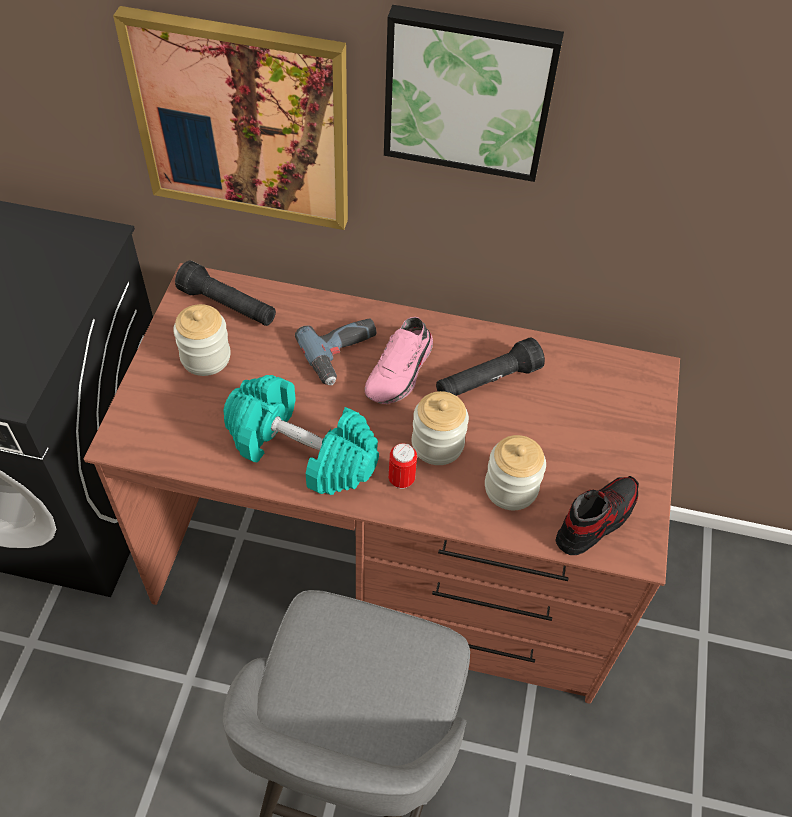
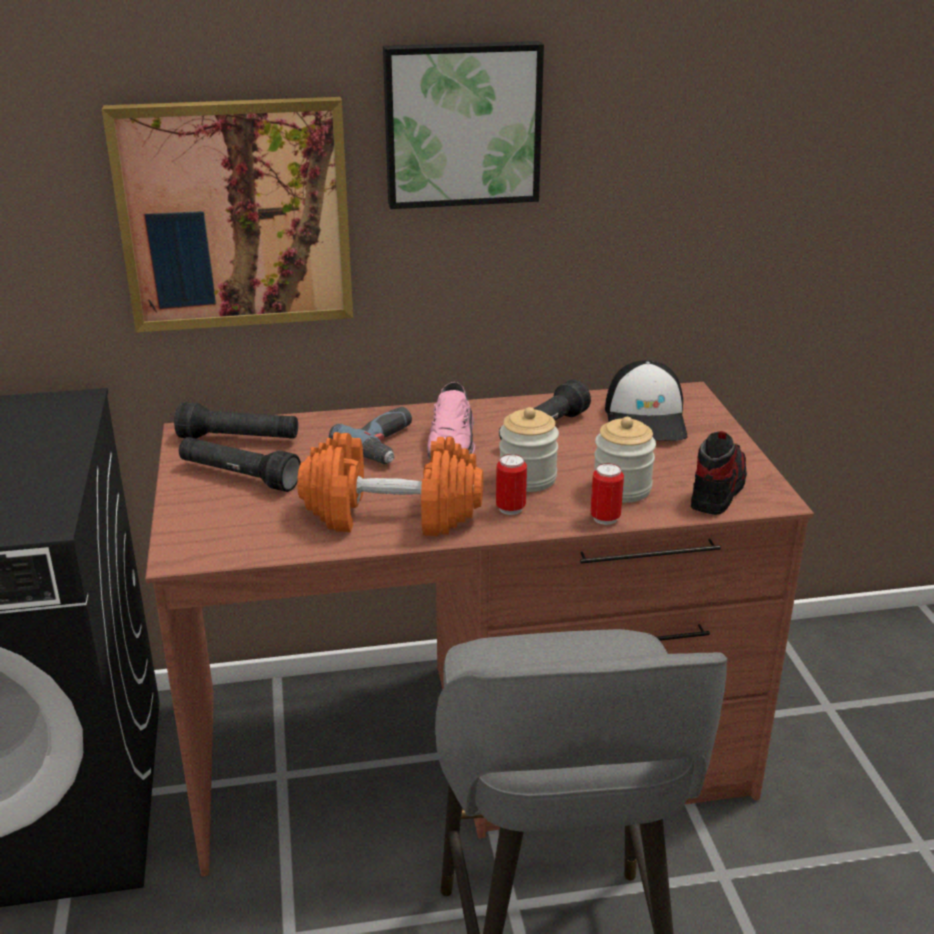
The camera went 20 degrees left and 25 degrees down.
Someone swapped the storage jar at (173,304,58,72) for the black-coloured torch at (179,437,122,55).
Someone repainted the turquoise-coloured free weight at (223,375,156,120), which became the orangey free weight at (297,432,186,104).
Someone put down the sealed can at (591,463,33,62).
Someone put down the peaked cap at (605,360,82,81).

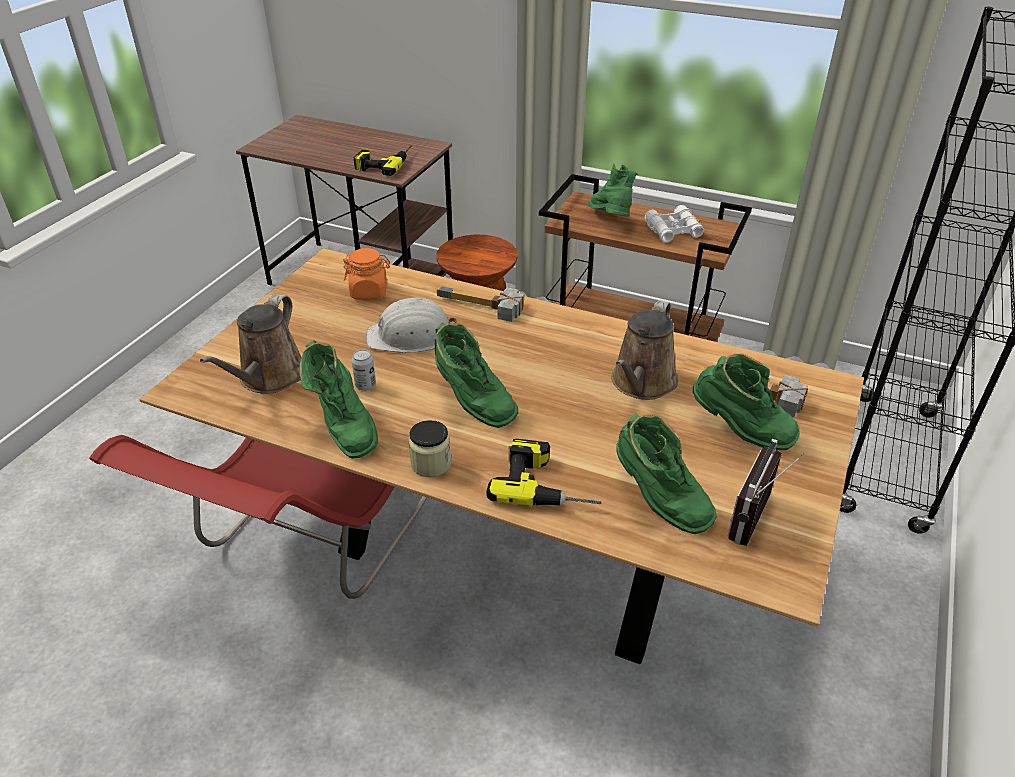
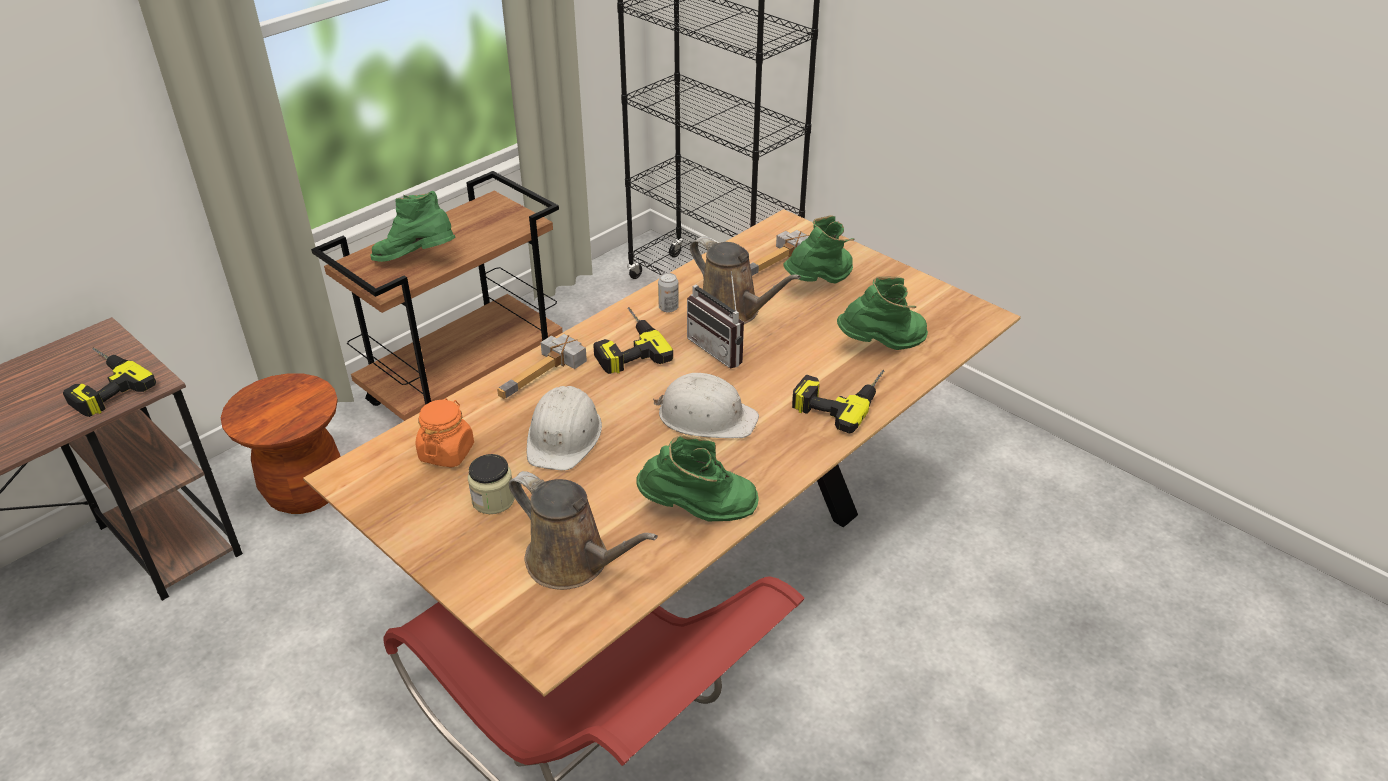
The camera went 70 degrees left and 0 degrees up.
Someone carried the storage jar from (408,420,43,57) to (468,454,47,60).
Someone put down the drill at (593,307,80,67).
Someone swapped the green tall boot at (435,322,83,106) for the white-coloured safety helmet at (653,373,106,65).
Someone carried the sealed can from (351,350,25,41) to (658,273,21,40).
Someone carried the radio set from (728,439,77,107) to (687,271,57,97).
Someone took away the white-coloured binoculars at (644,205,60,38).

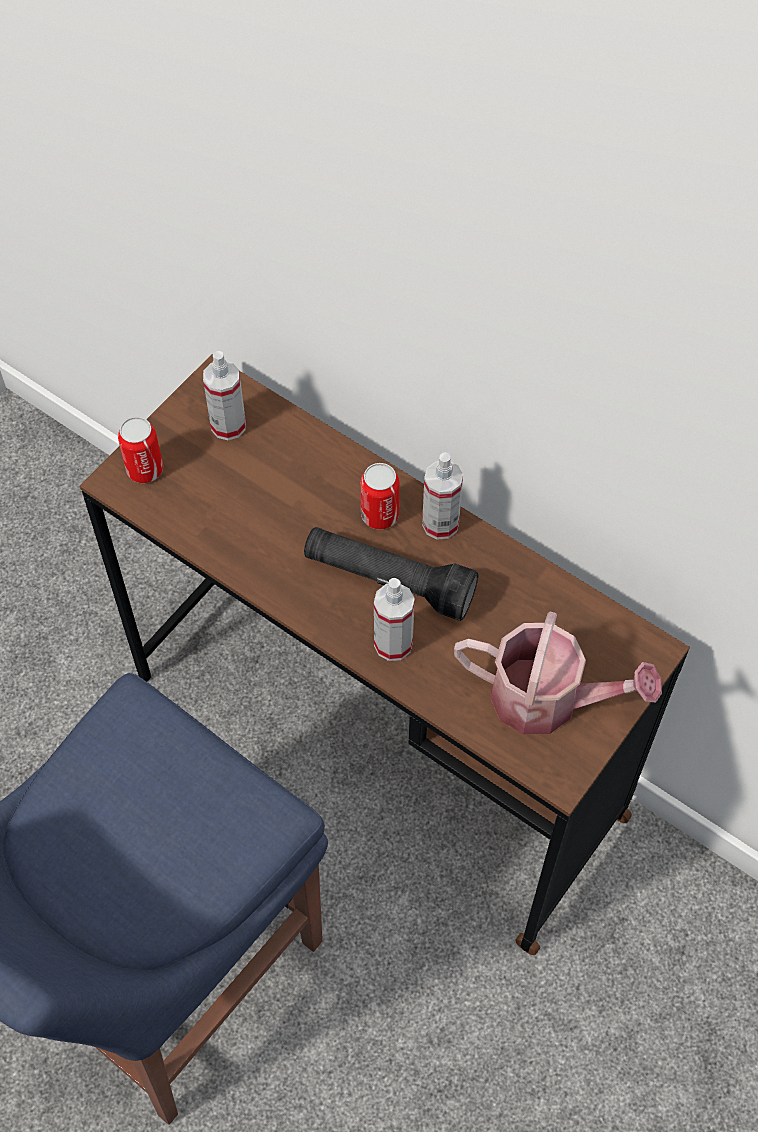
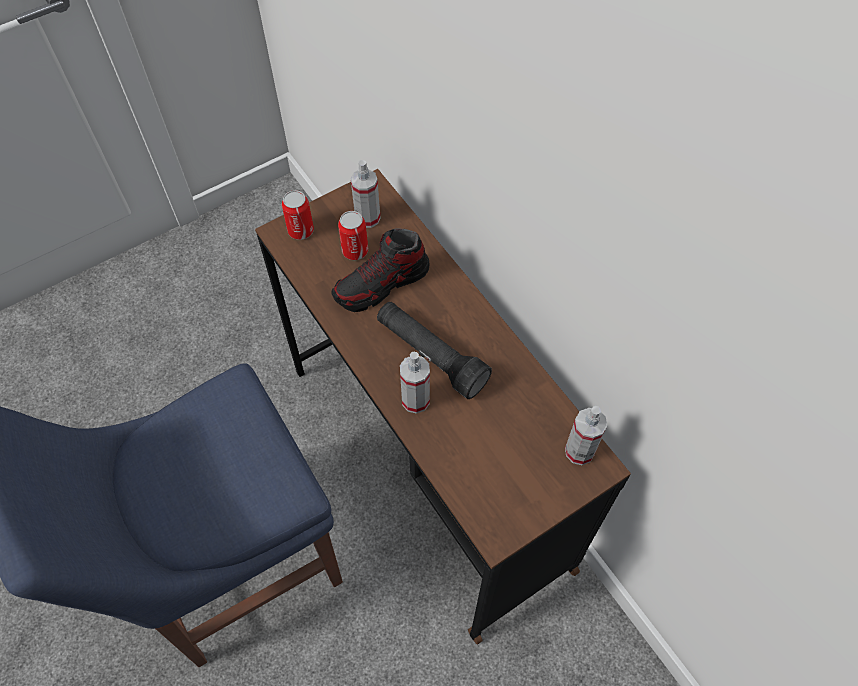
The camera went 20 degrees right and 0 degrees up.
Someone put down the shoe at (331,228,99,84).
Someone carried the sealed can from (361,463,38,67) to (338,211,30,49).
Someone carried the hand sprayer from (422,452,41,88) to (565,406,42,59).
Someone took away the watering pot at (454,612,208,122).

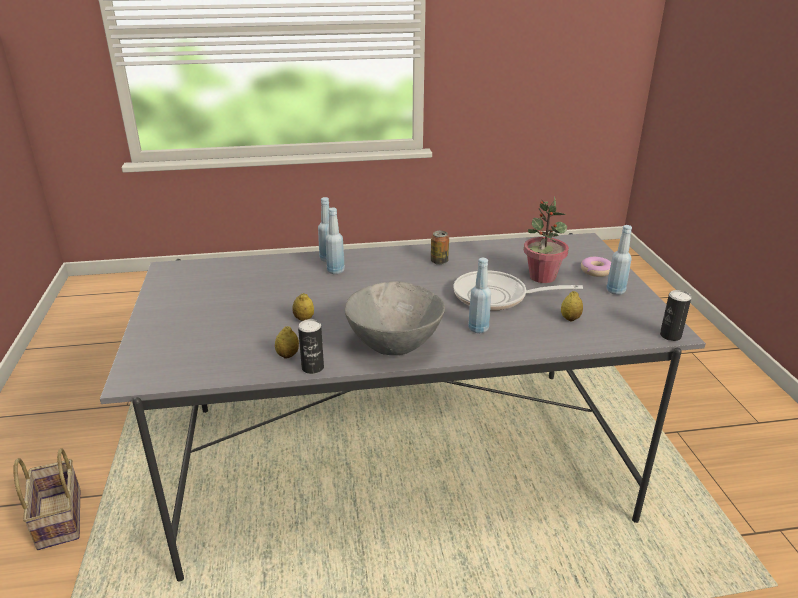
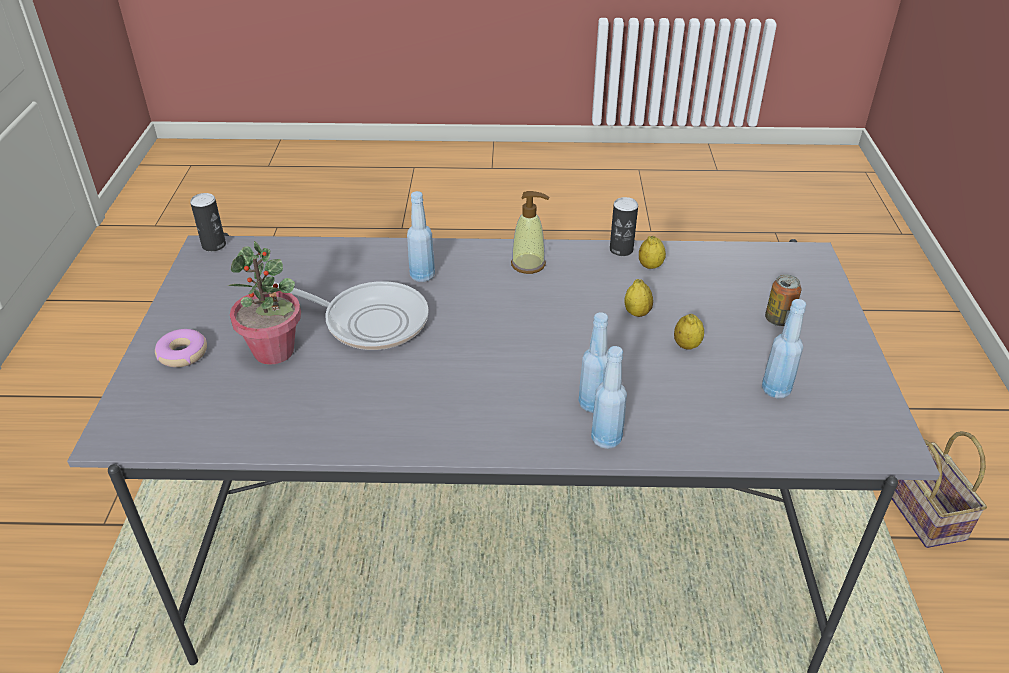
The camera went 170 degrees left and 10 degrees up.
Someone swapped the gray deep dish at (345,281,100,74) for the liquid soap bottle at (511,191,38,83).
Someone carried the lemon from (561,291,22,30) to (674,314,30,36).
Someone carried the bluish drink bottle from (606,225,26,70) to (762,299,44,99).
Someone carried the sealed can from (431,231,18,34) to (765,274,37,52).

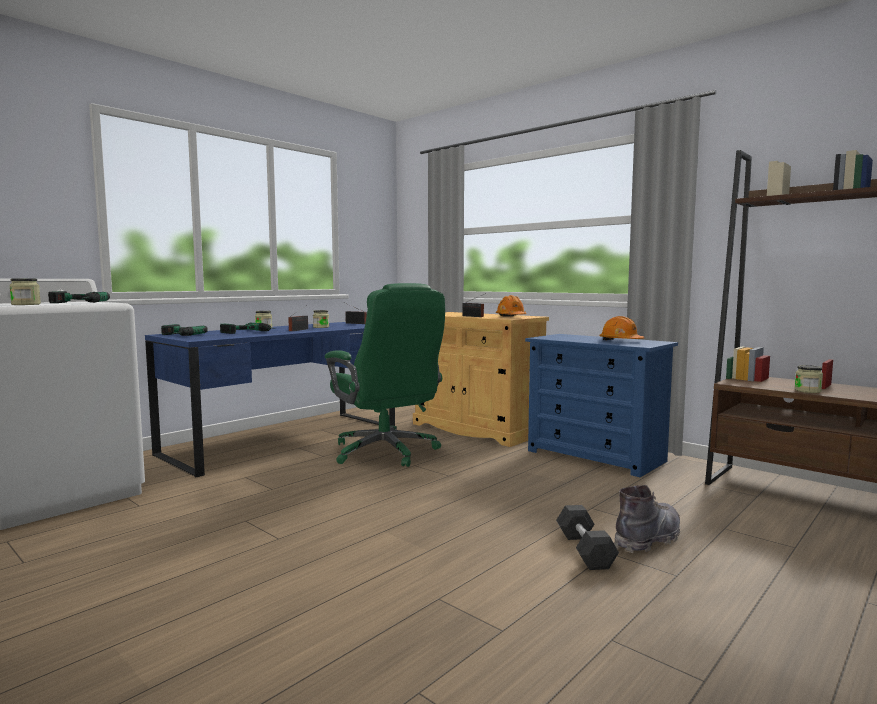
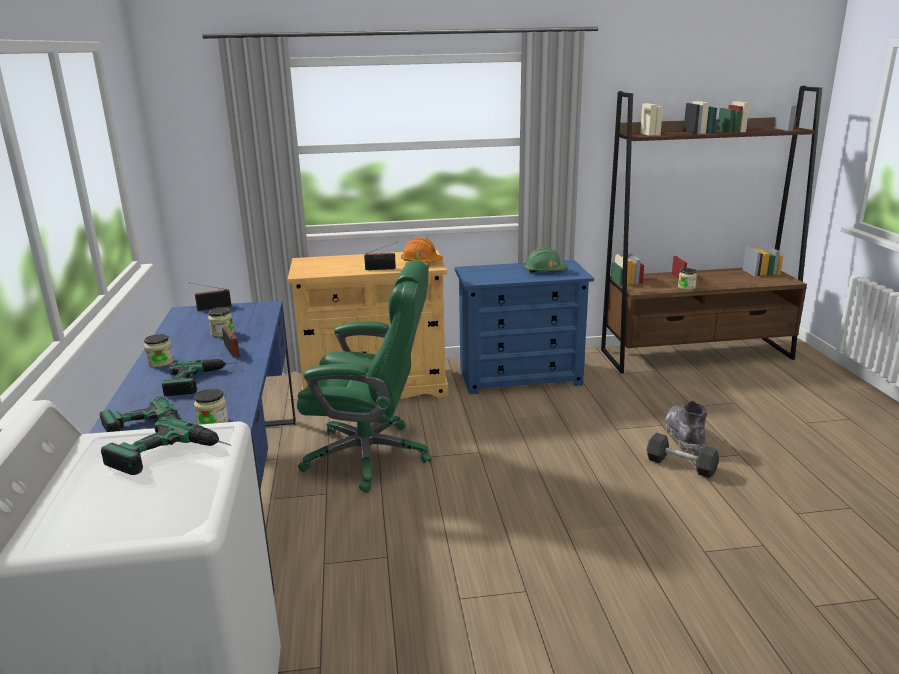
The camera went 50 degrees left and 15 degrees up.
Someone carried the storage jar from (9,279,32,26) to (194,389,35,36).
Someone repainted the orangey safety helmet at (600,316,44,24), which became the green safety helmet at (525,248,42,24).

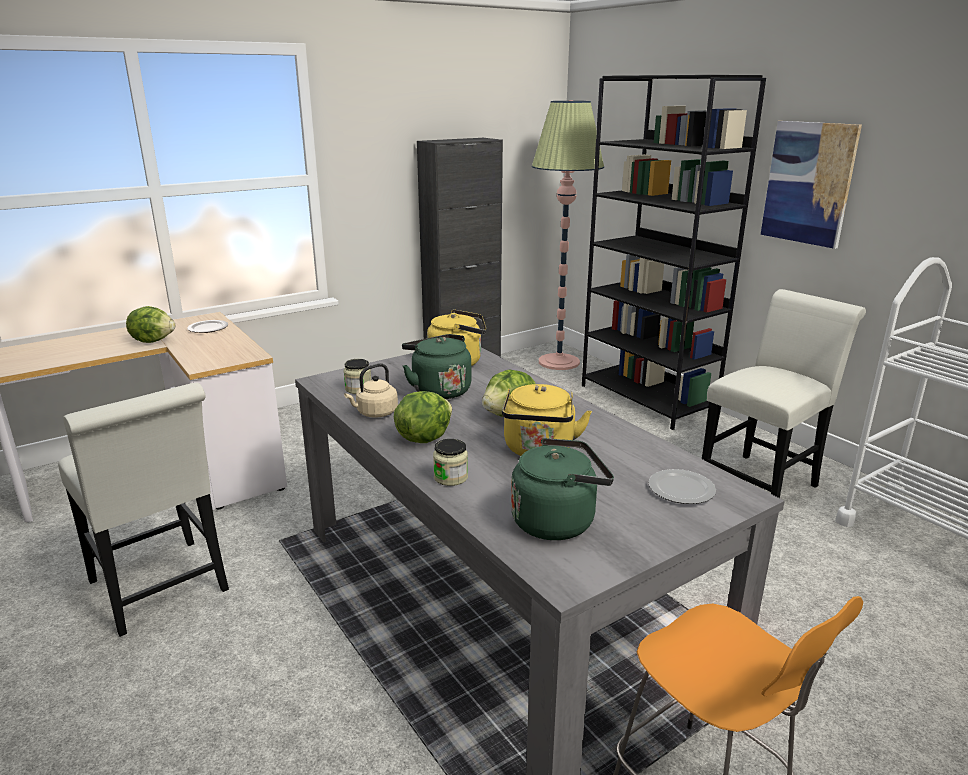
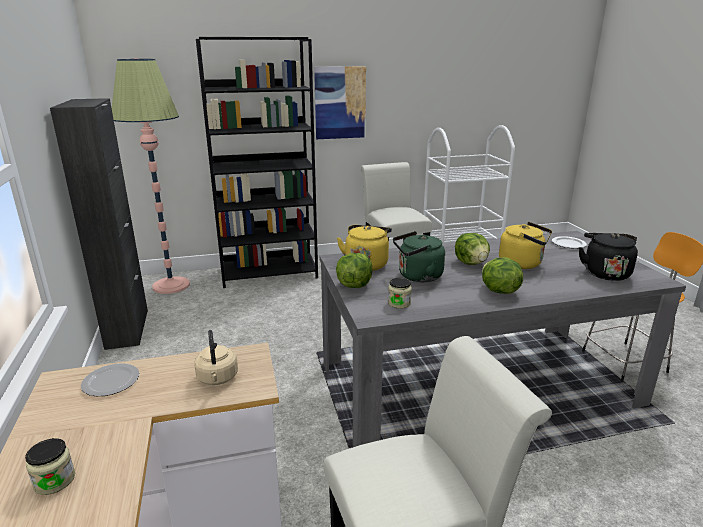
The camera went 70 degrees left and 0 degrees up.
Someone carried the storage jar from (433,439,35,47) to (25,438,50,57).
Someone carried the beige tea kettle from (344,363,54,55) to (194,330,44,55).
Someone carried the lettuce head from (126,306,49,37) to (336,253,37,35).
Someone repainted the green tea kettle at (511,438,103,102), which became the black-coloured tea kettle at (579,233,59,48).

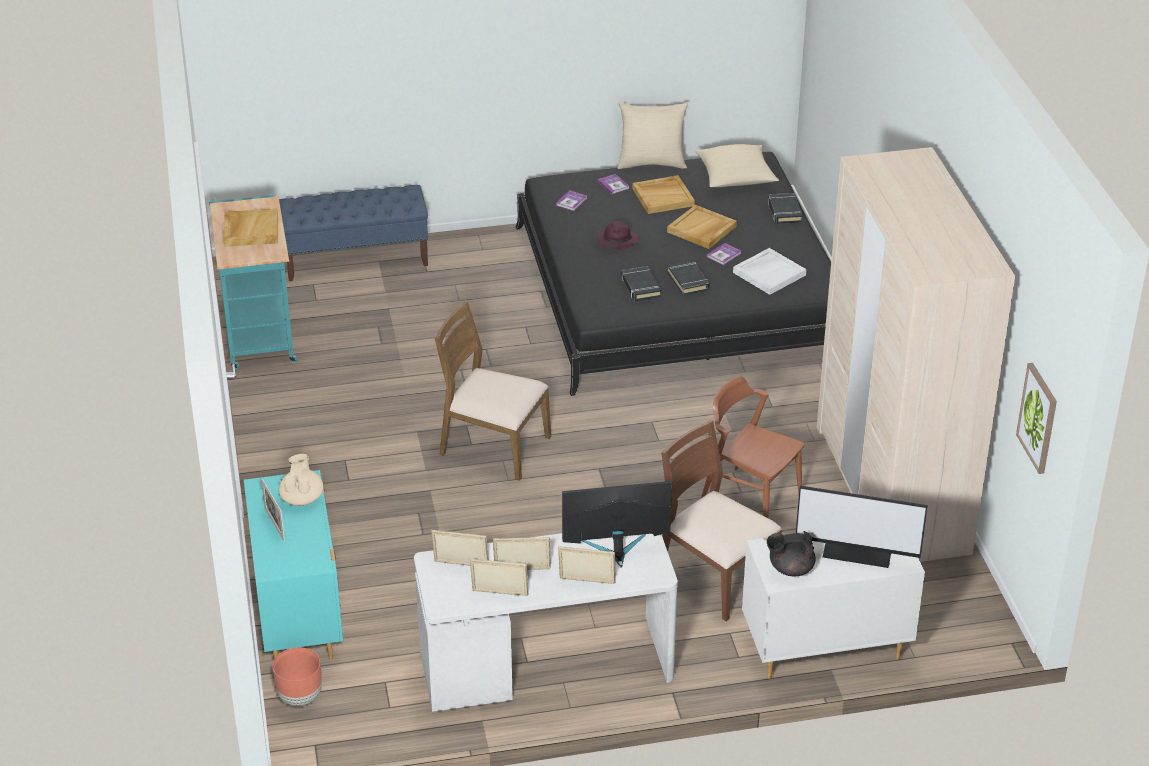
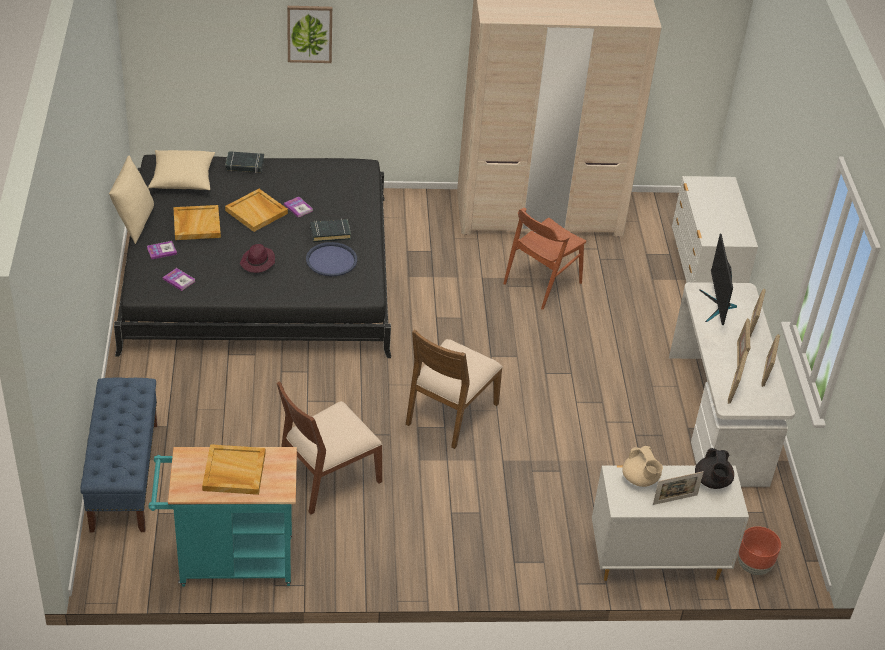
The camera went 85 degrees left and 5 degrees up.
Someone carried the brownish chair from (661,420,121,201) to (277,381,105,133).
Someone carried the picture from (1016,363,41,111) to (287,6,45,57).
Someone swapped the black-coloured book at (621,266,40,35) for the bluish serving tray at (306,242,51,34).
Someone repainted the turquoise-coloured chest of drawers at (244,470,99,190), which became the white-coloured chest of drawers at (592,465,157,116).
Someone rotated the beige pot for tea at (279,454,45,52) by 120 degrees counterclockwise.
Someone carried the black-coloured pot for tea from (767,531,49,45) to (695,448,39,41).
Someone took away the white-coloured serving tray at (733,248,74,47).
Someone took away the computer display at (796,486,131,82).

